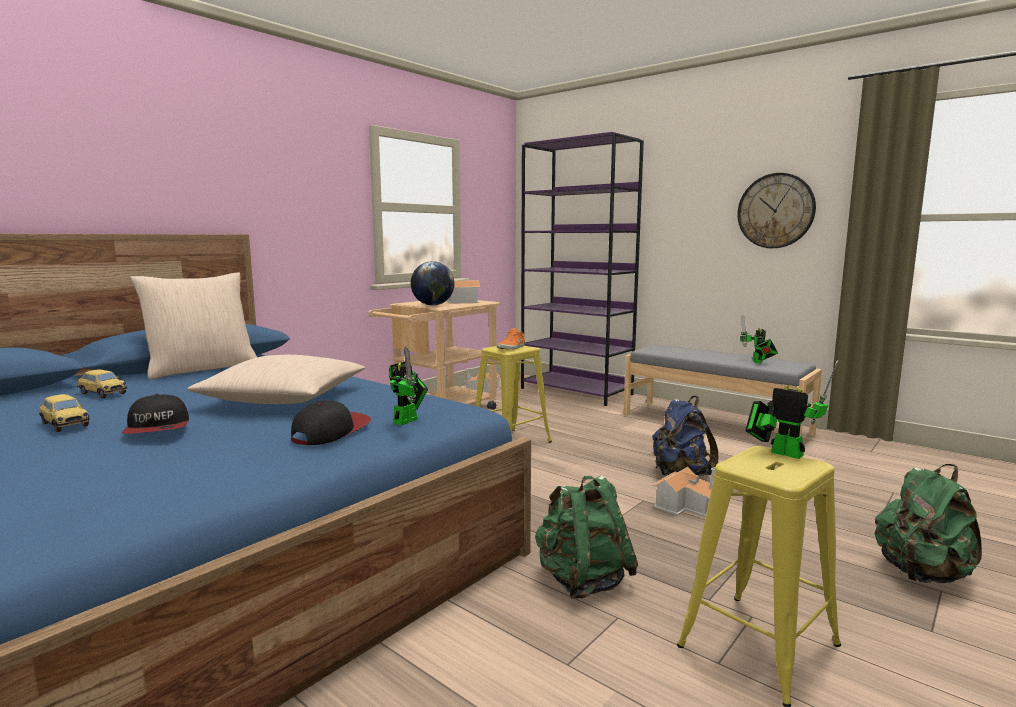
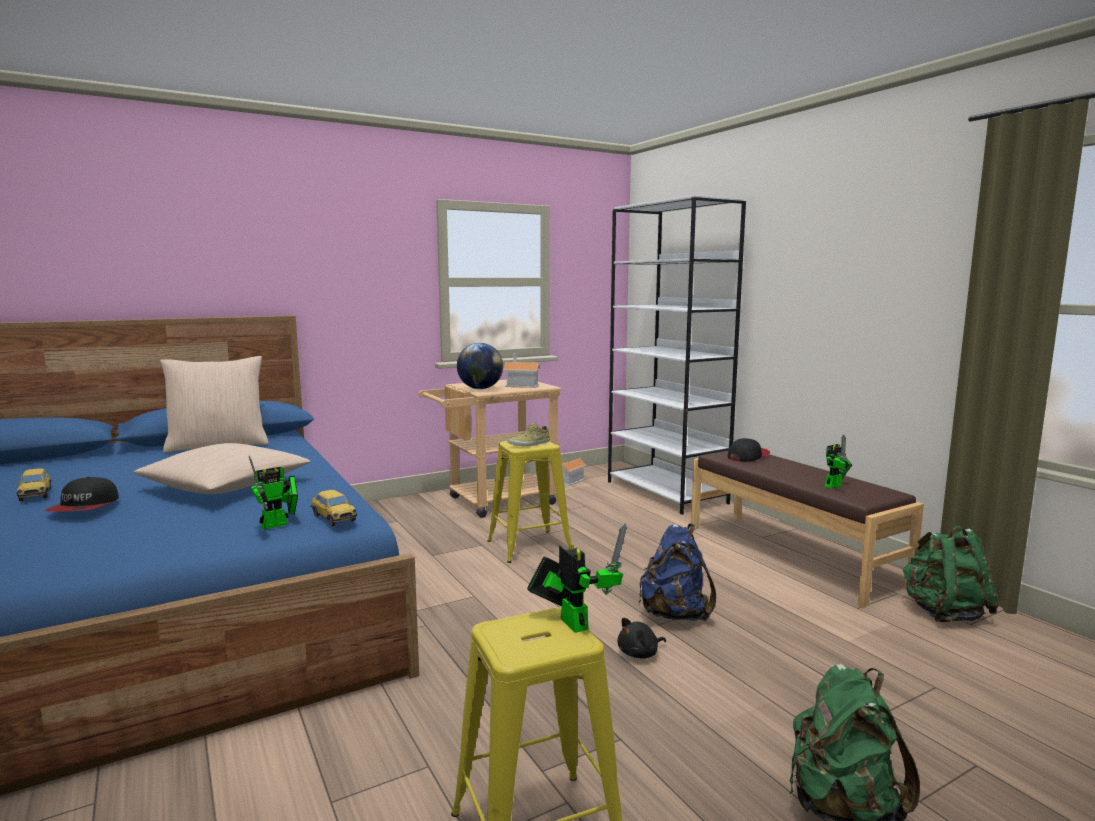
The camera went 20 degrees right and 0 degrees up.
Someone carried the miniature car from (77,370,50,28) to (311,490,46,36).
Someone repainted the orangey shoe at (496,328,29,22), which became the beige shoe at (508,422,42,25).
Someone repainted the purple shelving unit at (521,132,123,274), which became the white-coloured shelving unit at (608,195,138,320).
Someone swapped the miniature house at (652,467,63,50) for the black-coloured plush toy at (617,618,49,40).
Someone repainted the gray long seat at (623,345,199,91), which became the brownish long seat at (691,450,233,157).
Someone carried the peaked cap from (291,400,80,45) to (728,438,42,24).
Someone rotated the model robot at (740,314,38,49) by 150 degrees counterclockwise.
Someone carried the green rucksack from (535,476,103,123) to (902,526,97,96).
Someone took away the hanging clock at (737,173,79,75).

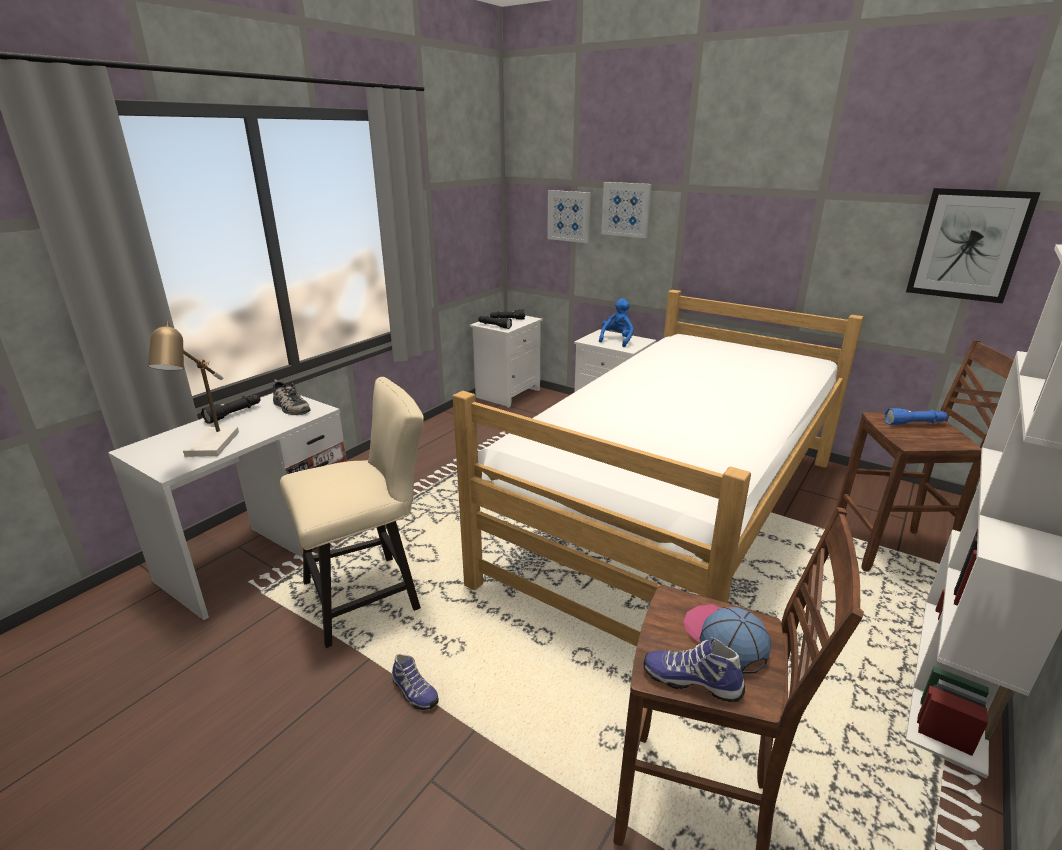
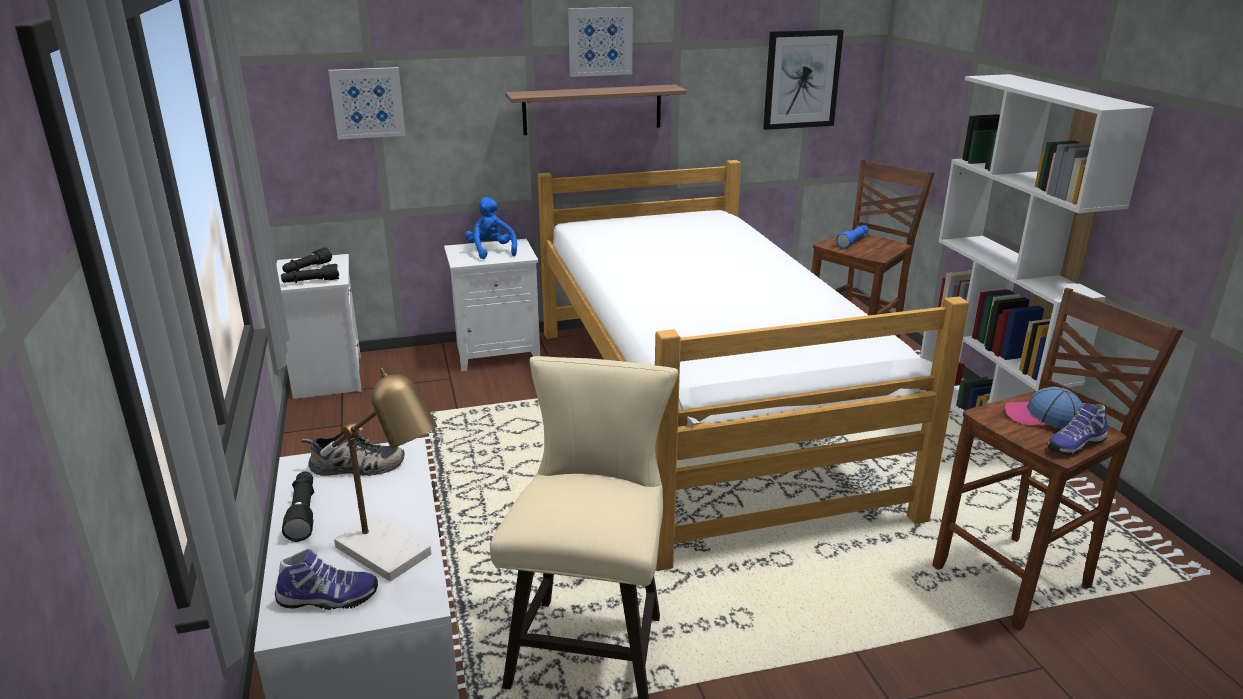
The camera went 50 degrees left and 0 degrees up.
Someone carried the shoe from (392,654,47,56) to (275,549,103,61).
Someone put up the shelf at (505,84,182,51).
Someone carried the picture from (601,182,51,56) to (568,7,65,70).

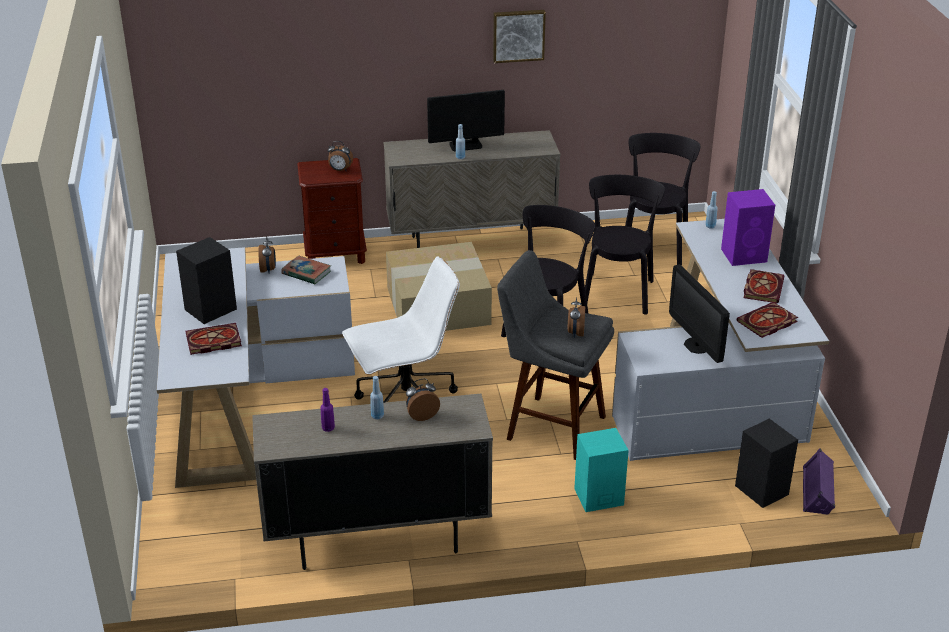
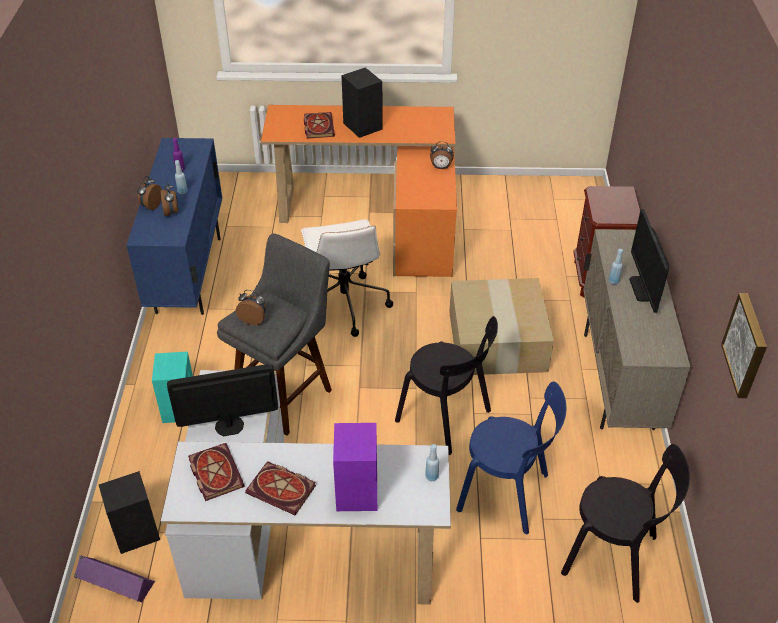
The camera went 100 degrees right and 10 degrees up.
Someone repainted the beige cupboard at (252,394,241,176), which became the bluish cupboard at (126,138,96,177).
Someone carried the alarm clock from (328,141,25,31) to (137,176,25,34).
Someone repainted the white-coloured desk unit at (157,247,198,241), which became the orangey desk unit at (261,105,196,172).
Someone repainted the black-coloured chair at (585,175,80,140), which became the bluish chair at (456,381,110,153).
Someone carried the picture from (493,10,53,53) to (721,293,46,105).
Someone took away the book at (281,256,50,28).

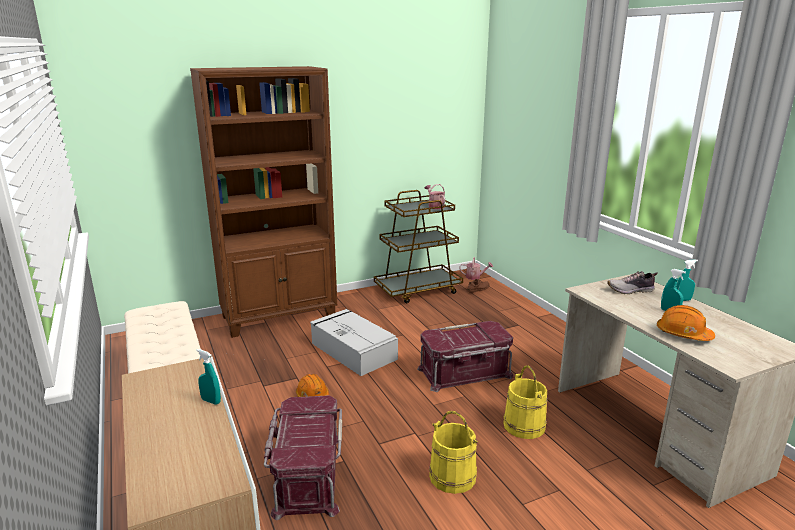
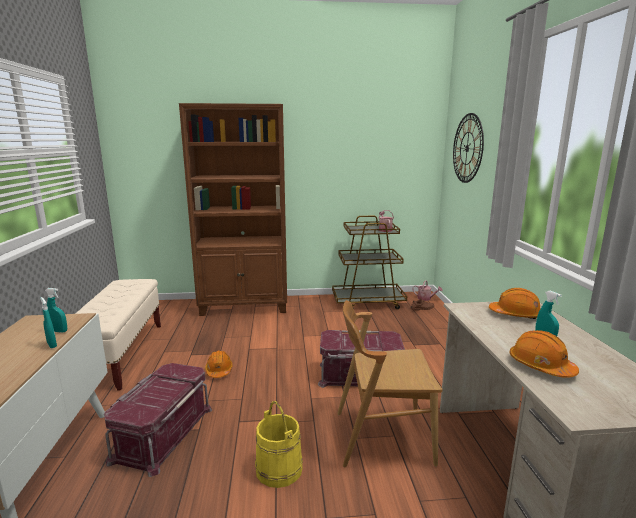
The camera went 20 degrees right and 5 degrees down.
Someone carried the turquoise-coloured hand sprayer from (676,259,22,42) to (45,288,22,45).
Someone swapped the yellow pail at (503,365,44,74) for the brownish chair at (337,300,105,167).
Someone put up the hanging clock at (453,113,31,70).
Someone swapped the shoe at (607,271,51,23) for the orangey safety helmet at (489,288,51,32).
Someone took away the gray storage bin at (310,309,88,67).

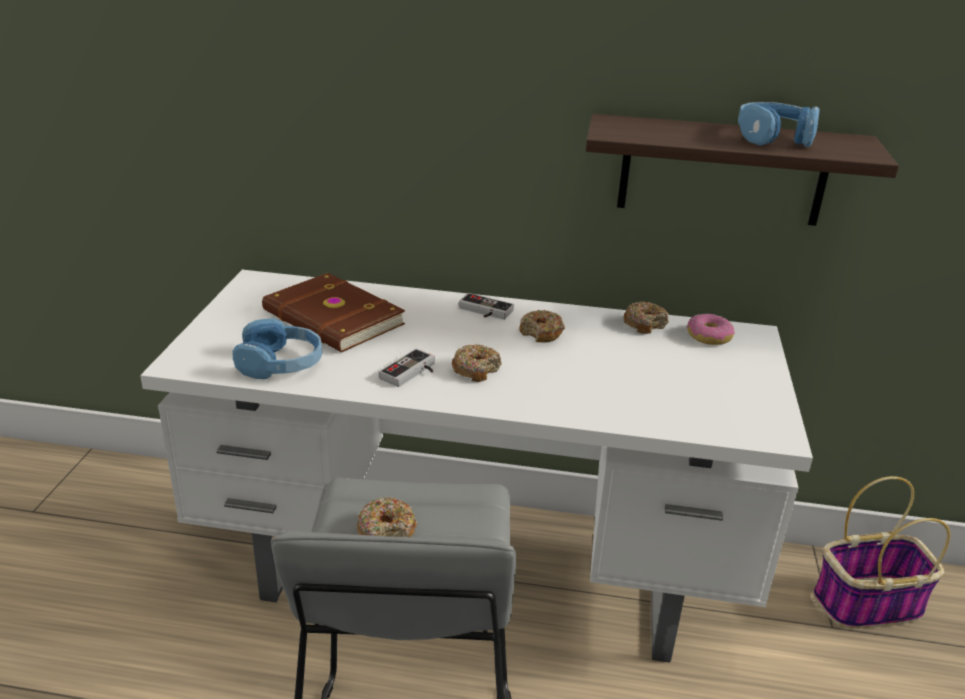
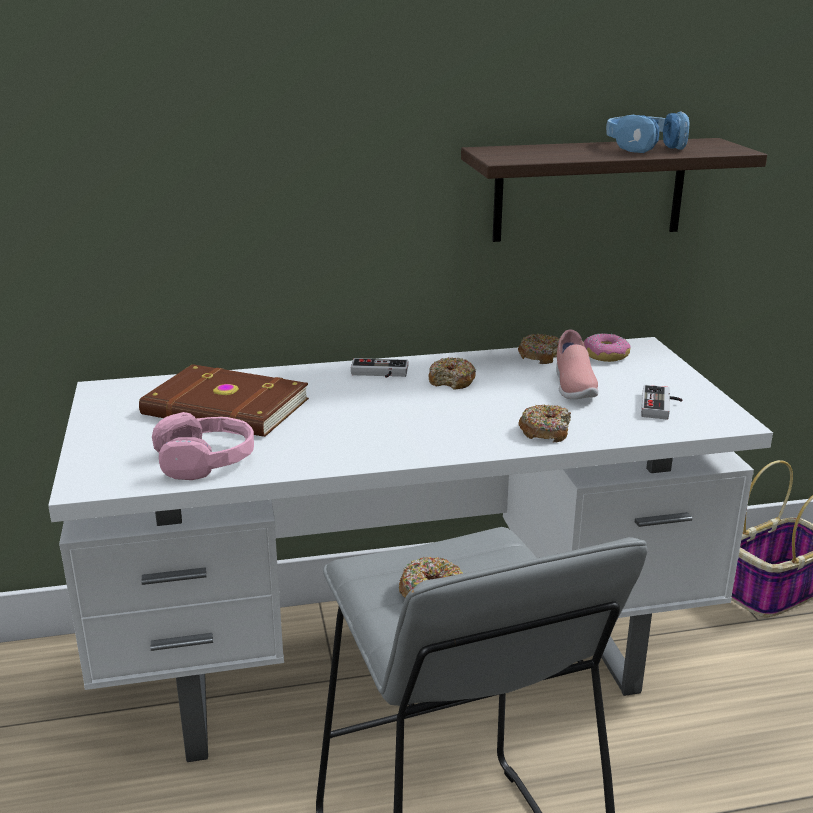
The camera went 20 degrees left and 5 degrees down.
Someone repainted the bluish headphones at (233,318,90,61), which became the pink headphones at (152,412,102,68).
Someone carried the ring doughnut from (452,344,50,38) to (518,405,53,37).
Someone put down the pink shoe at (556,330,42,69).
Someone carried the game controller from (379,349,56,38) to (641,385,42,35).

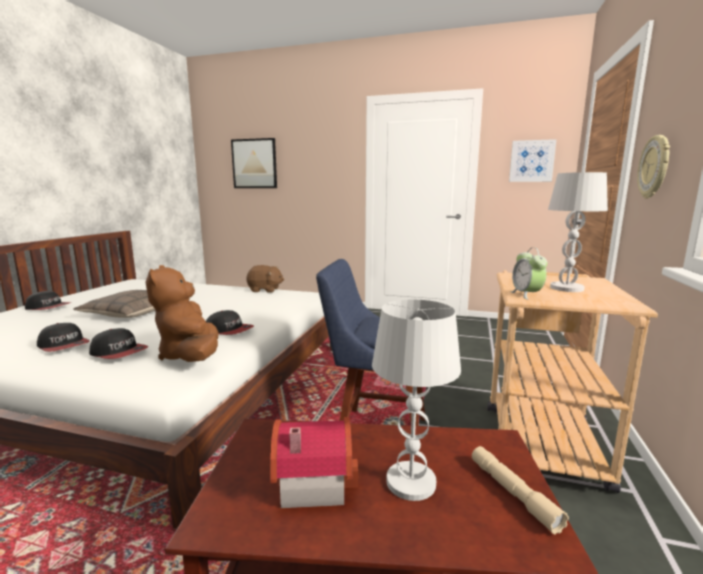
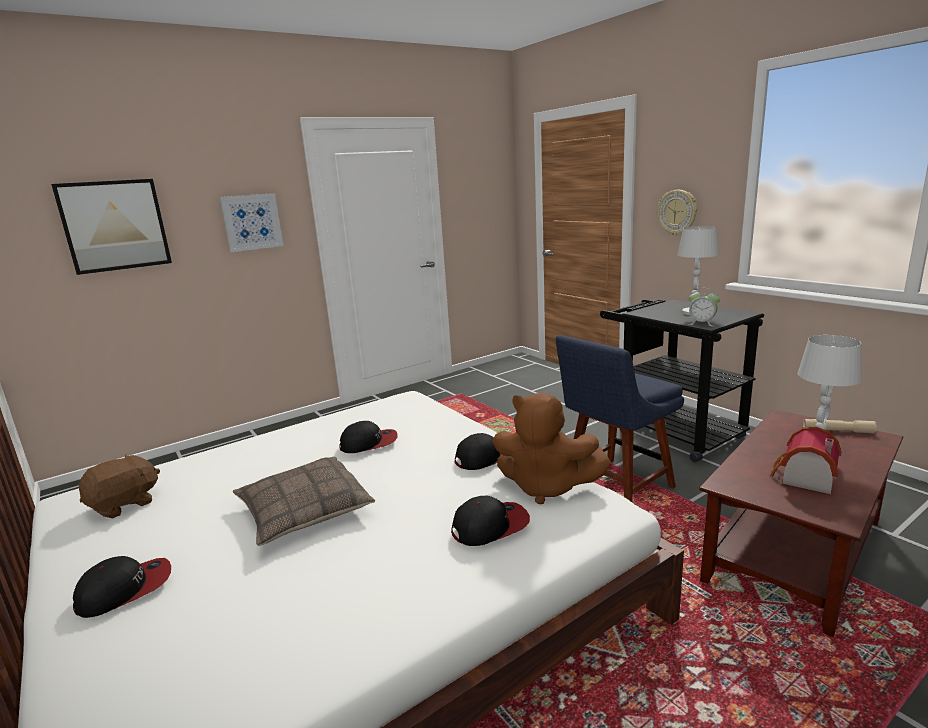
The camera went 50 degrees left and 5 degrees up.
Someone carried the brownish plush toy from (246,265,38,28) to (79,454,81,64).
Someone carried the picture from (509,139,48,43) to (220,193,63,59).
Someone carried the peaked cap from (37,323,53,29) to (339,421,59,32).
Someone repainted the beige trolley at (487,270,171,223), which became the black-coloured trolley at (600,300,164,162).

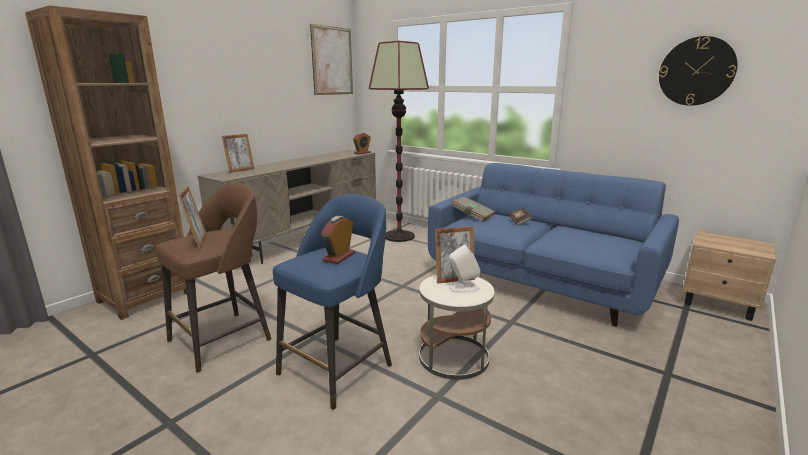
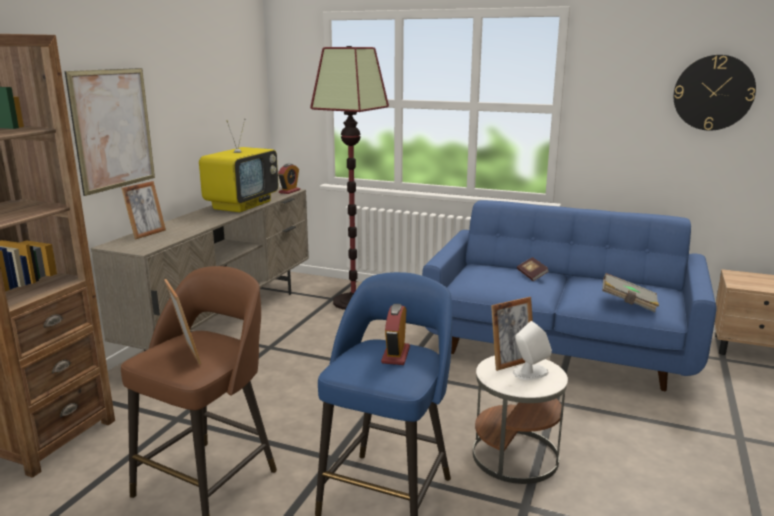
The camera went 15 degrees left and 0 degrees up.
Someone carried the picture from (310,24,43,71) to (65,68,90,128).
Someone put down the TV at (199,118,79,94).
Someone carried the gray book from (453,196,42,26) to (602,273,57,39).

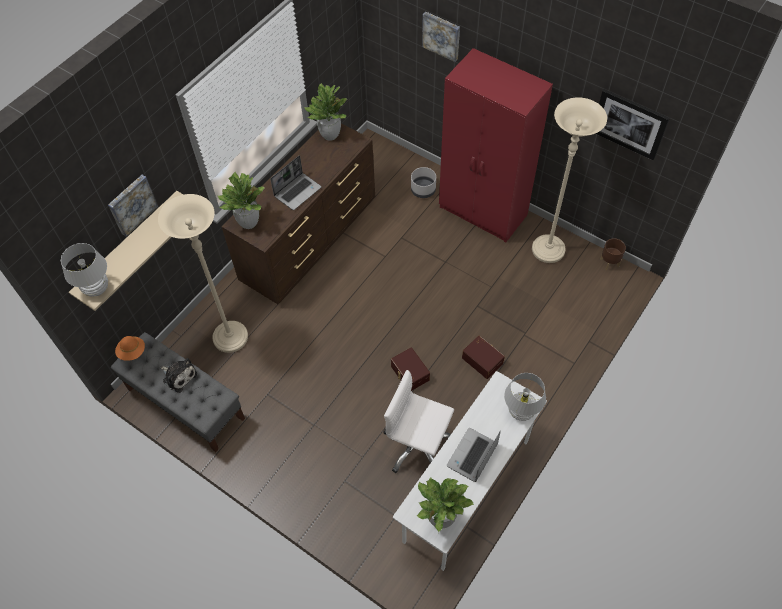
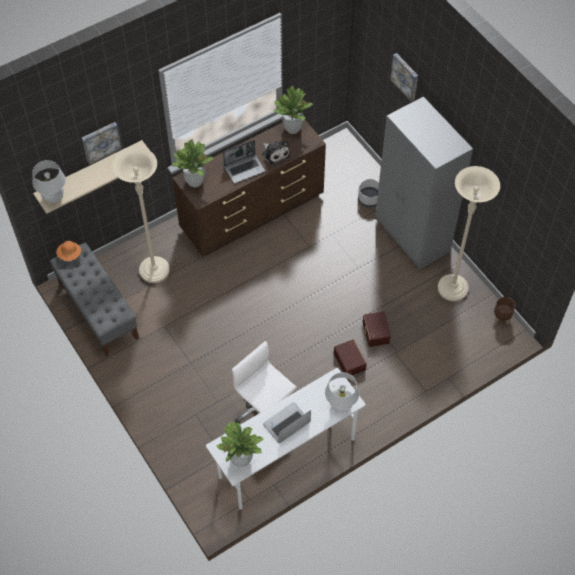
The camera went 20 degrees right and 0 degrees up.
Someone carried the plush toy from (160,358,37,35) to (262,140,28,25).
Someone carried the brownish storage bin from (391,347,39,44) to (362,311,29,36).
Someone repainted the red-coloured wardrobe at (439,48,114,194), which became the gray wardrobe at (375,97,98,173).
Someone took away the picture at (595,89,75,71).

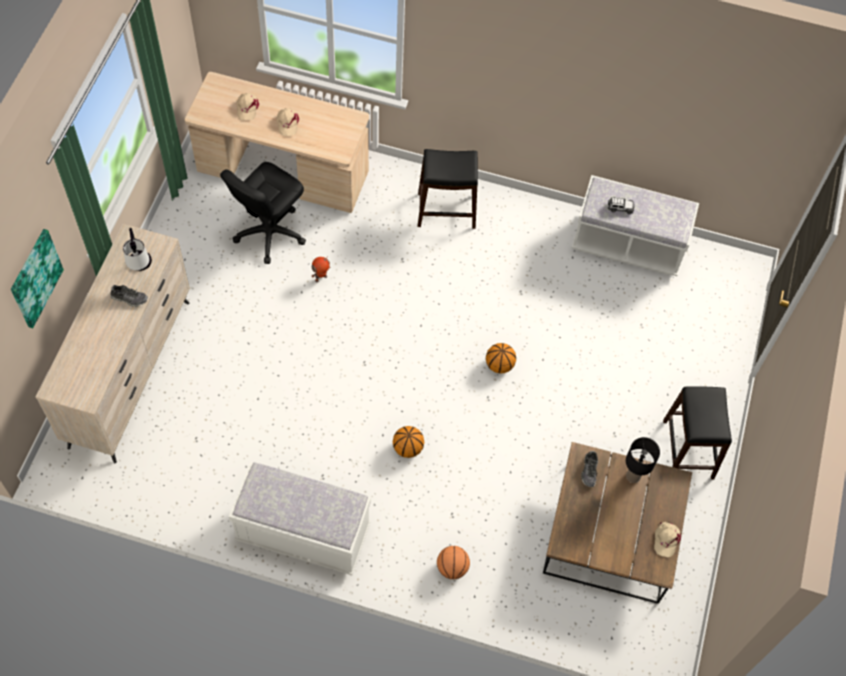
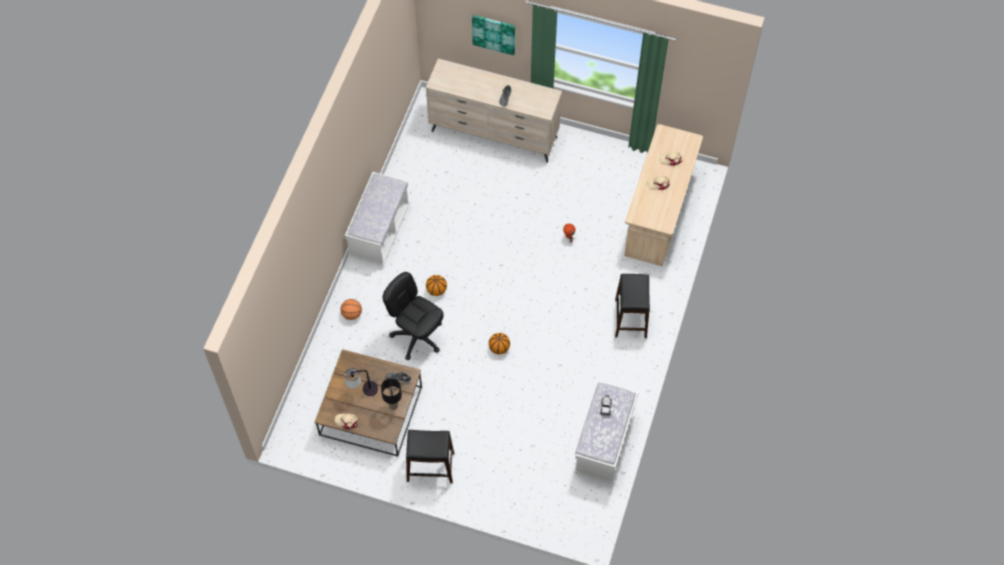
The camera went 95 degrees right and 0 degrees up.
Someone carried the tabletop lamp from (123,228,29,43) to (345,368,33,28).
Someone carried the black-coloured computer chair from (220,162,86,102) to (383,272,61,88).

